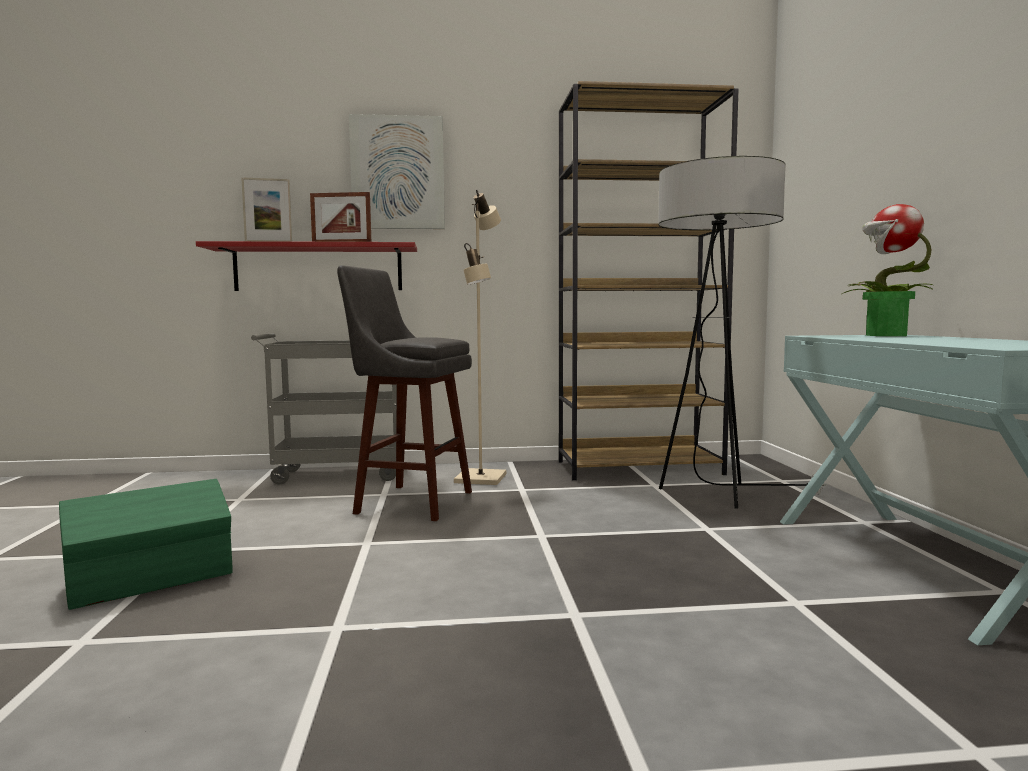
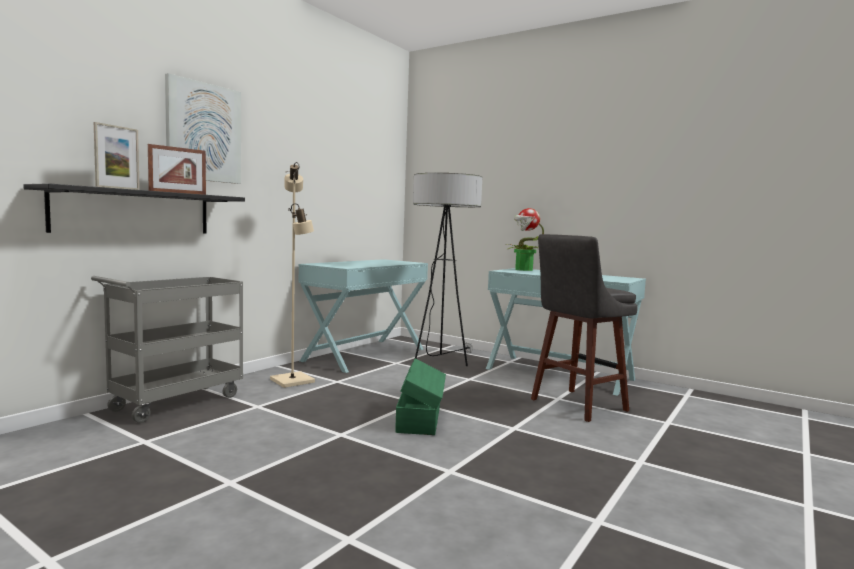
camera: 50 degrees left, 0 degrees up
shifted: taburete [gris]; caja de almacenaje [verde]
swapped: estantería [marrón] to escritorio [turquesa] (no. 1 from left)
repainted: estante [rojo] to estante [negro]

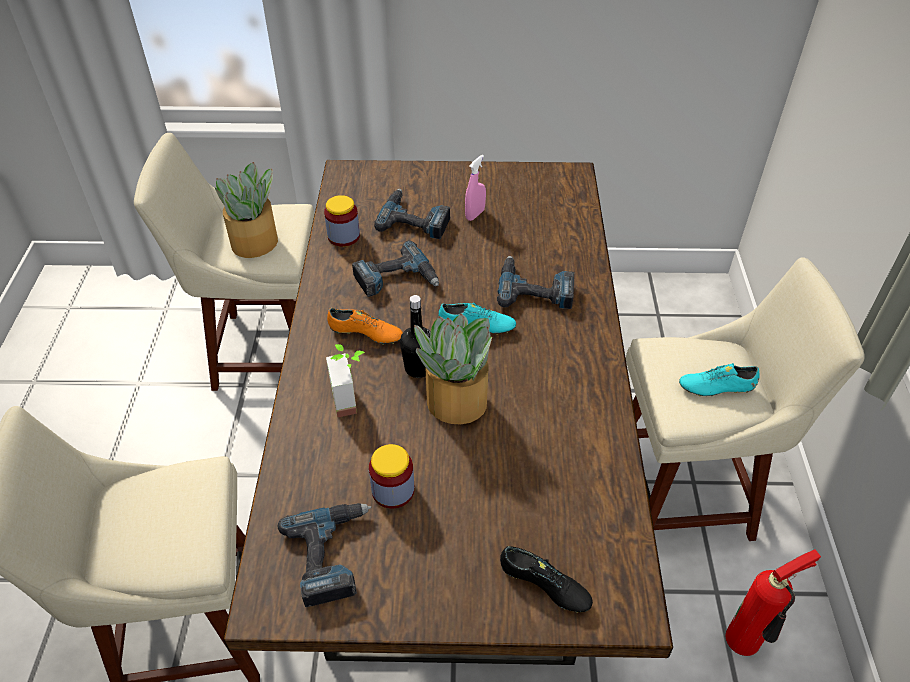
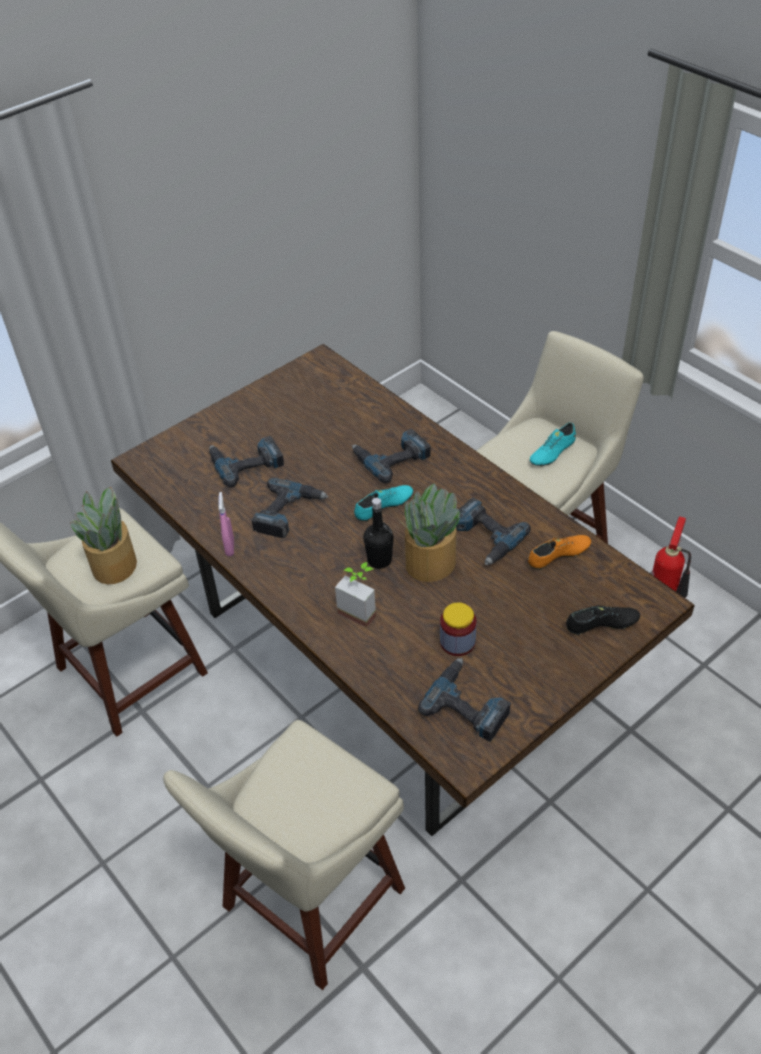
camera: 40 degrees left, 0 degrees up
gone: tarro (no. 1 from left)
new: taladro (no. 5 from left)
shifted: pulverizador [rosa]; zapato [naranja]

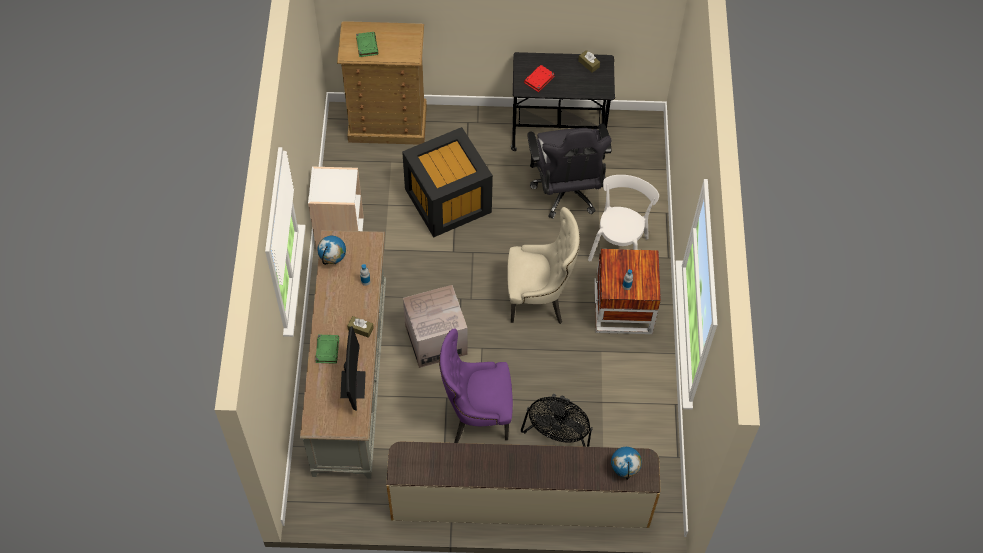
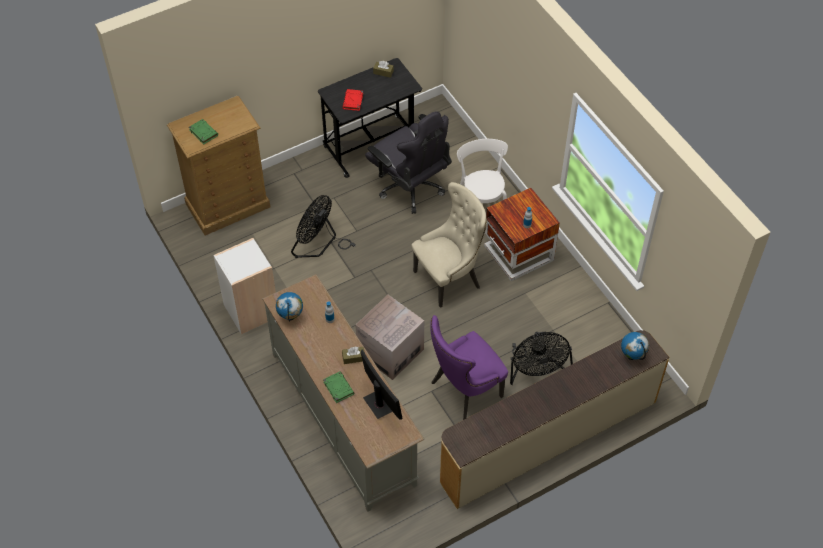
camera: 30 degrees left, 5 degrees down
swapped: caja de almacenaje [negro] to ventilador [negro] (no. 1 from left)

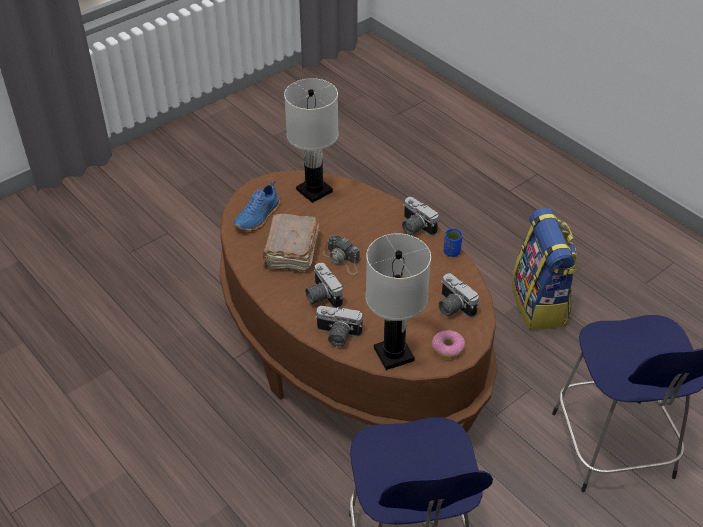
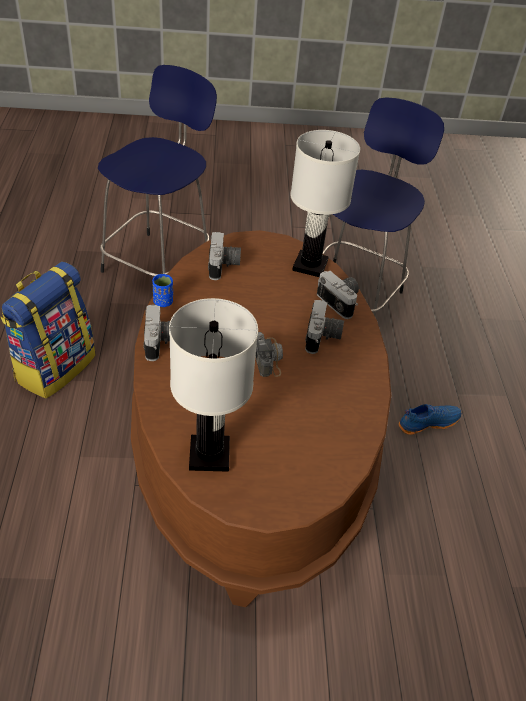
camera: 145 degrees left, 0 degrees up
gone: libro [marrón]; rosquilla
shifted: zapato [azul]

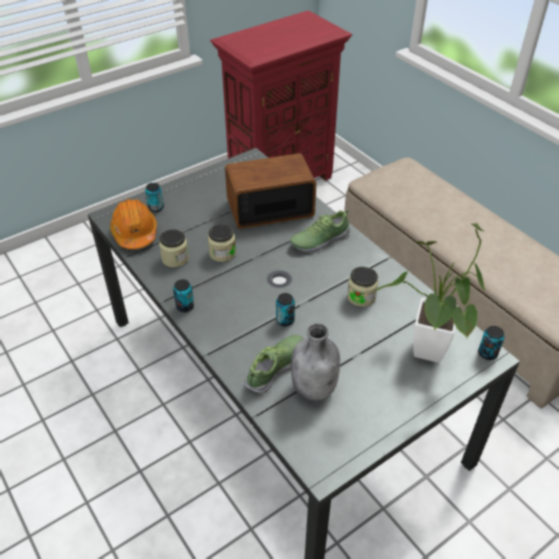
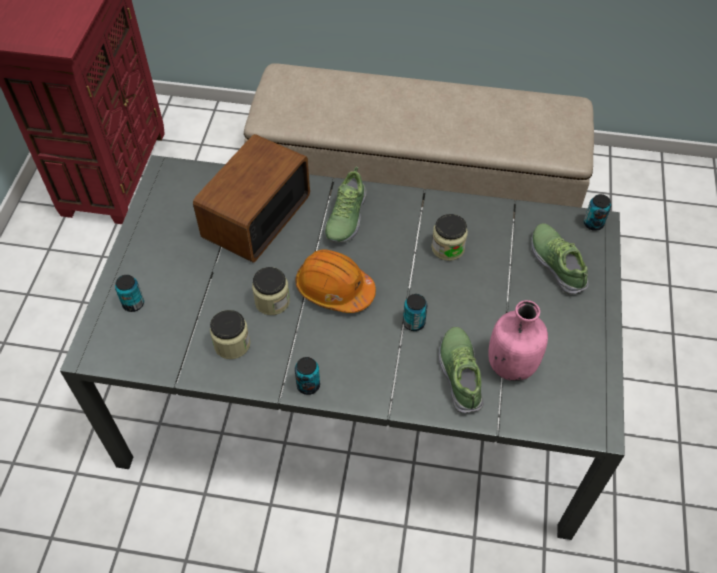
camera: 45 degrees left, 10 degrees up
shifted: casco [naranja]
swapped: planta en maceta to zapato (no. 3 from left)
repainted: botella [gris] to botella [rosa]

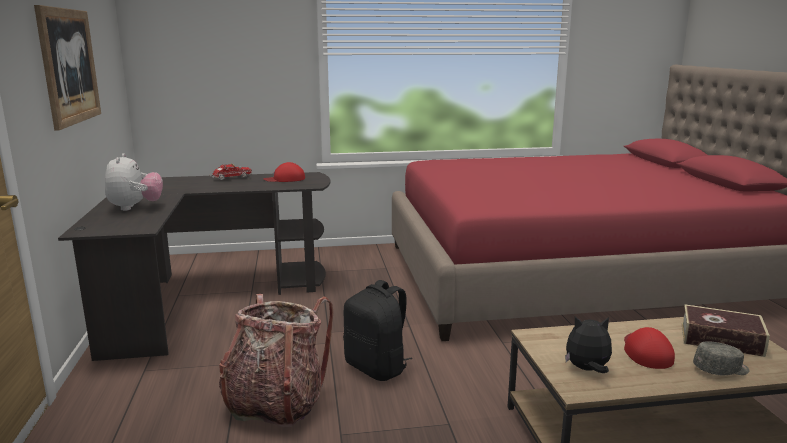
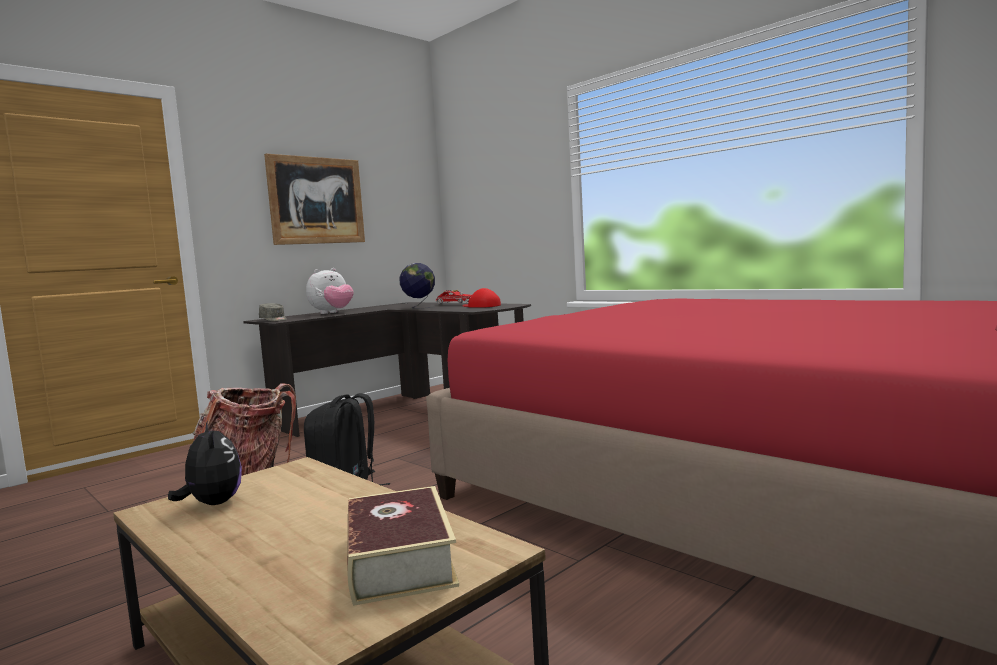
camera: 55 degrees right, 10 degrees down
gone: gorra [rojo] (no. 2 from left)
new: globo terráqueo
shifted: gorra [gris]

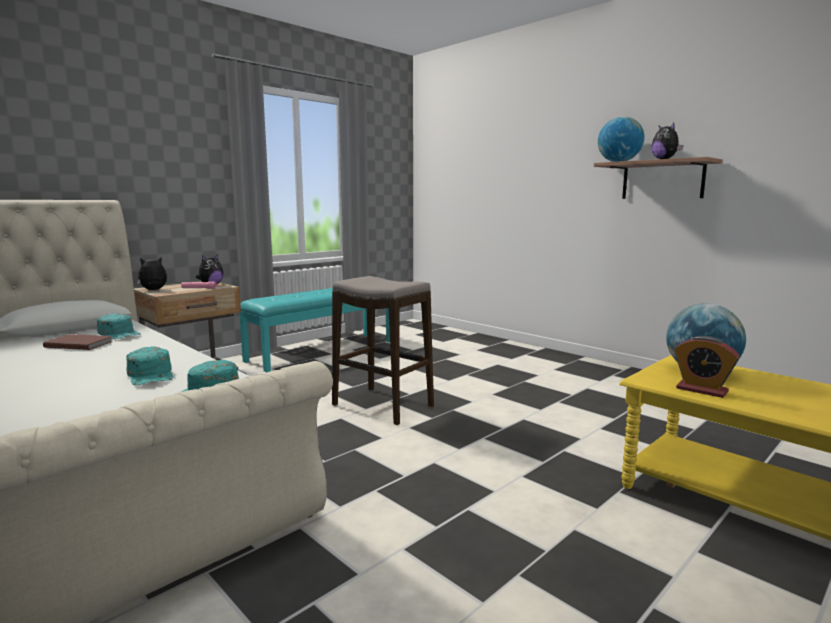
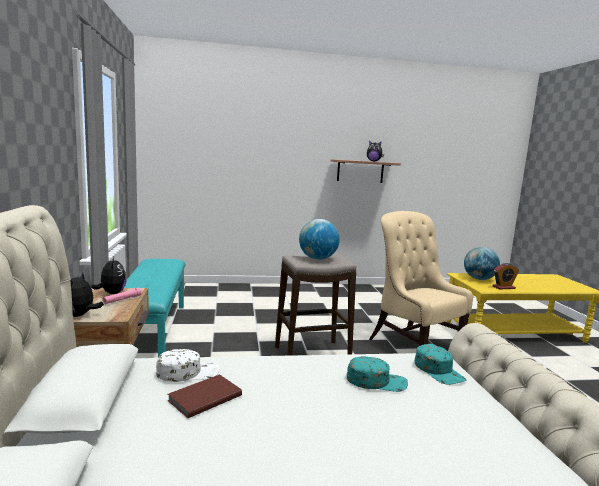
camera: 55 degrees left, 0 degrees up
new: silla [beis]
shifted: globo terráqueo (no. 1 from left)
repainted: gorra [turquesa] (no. 1 from left) to gorra [blanco]

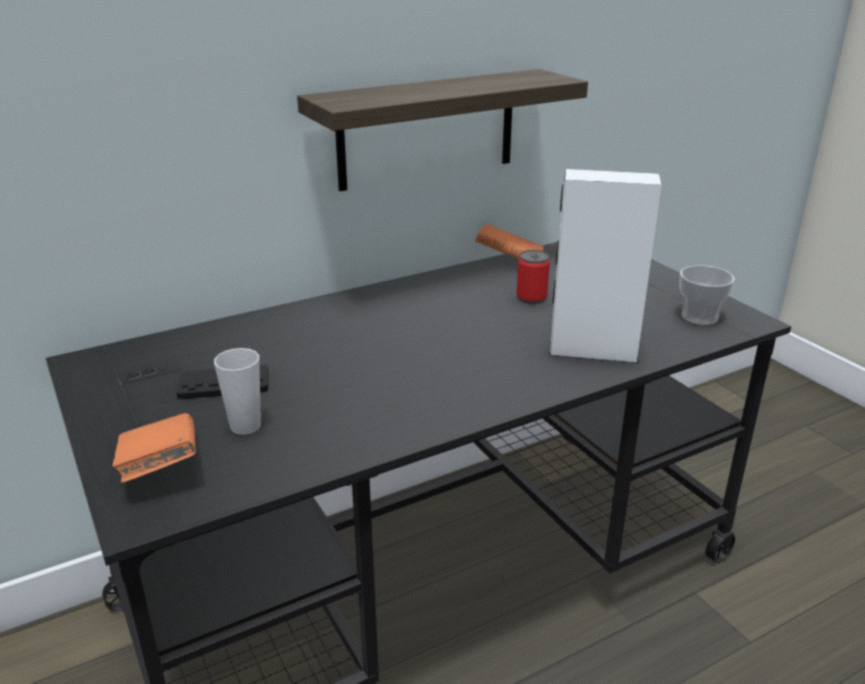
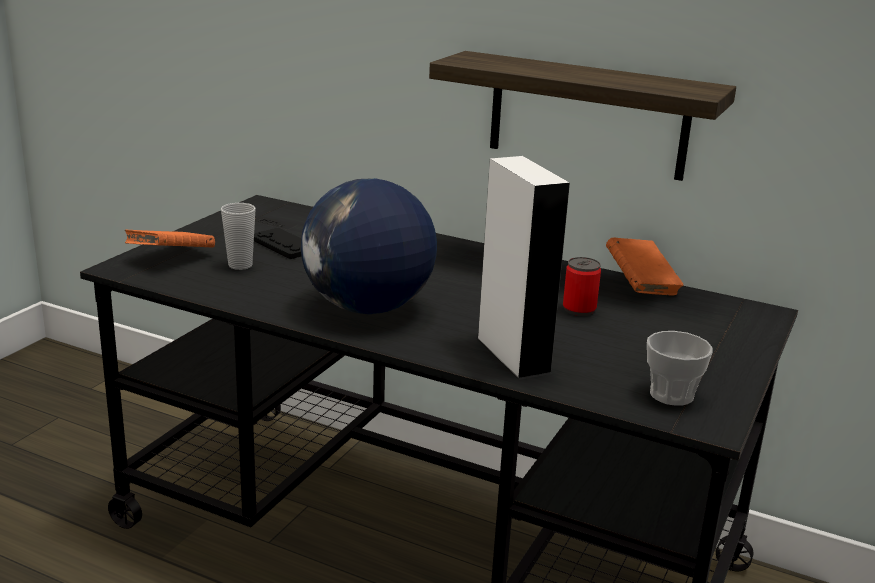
camera: 55 degrees right, 5 degrees down
new: globo terráqueo

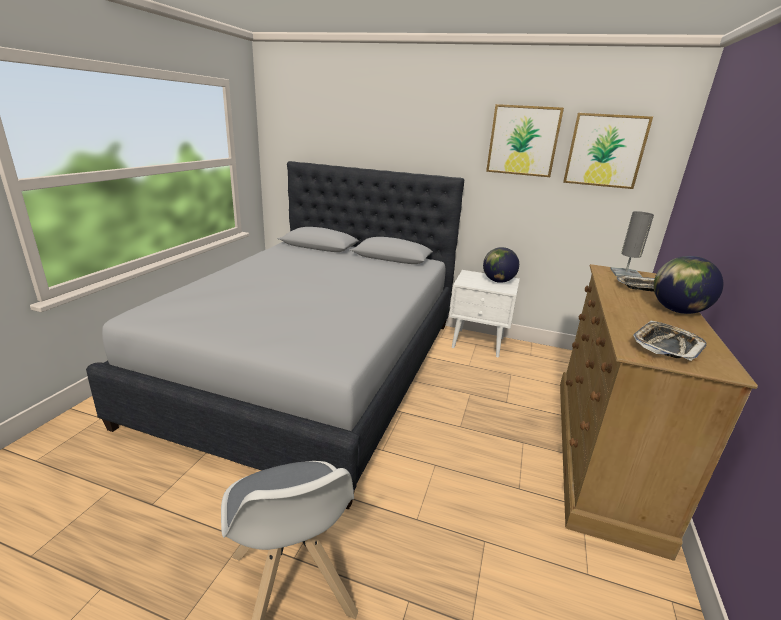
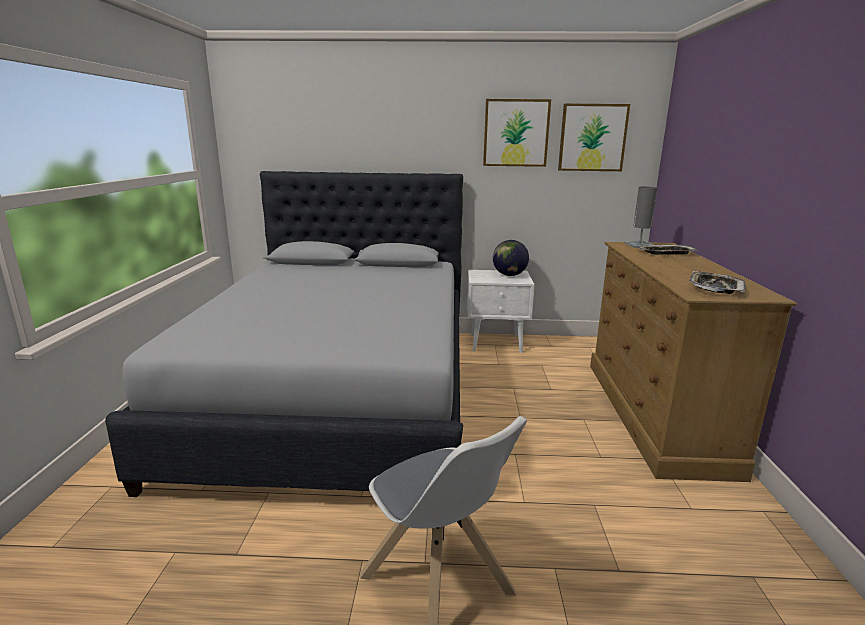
camera: 15 degrees left, 5 degrees down
gone: globo terráqueo (no. 2 from left)

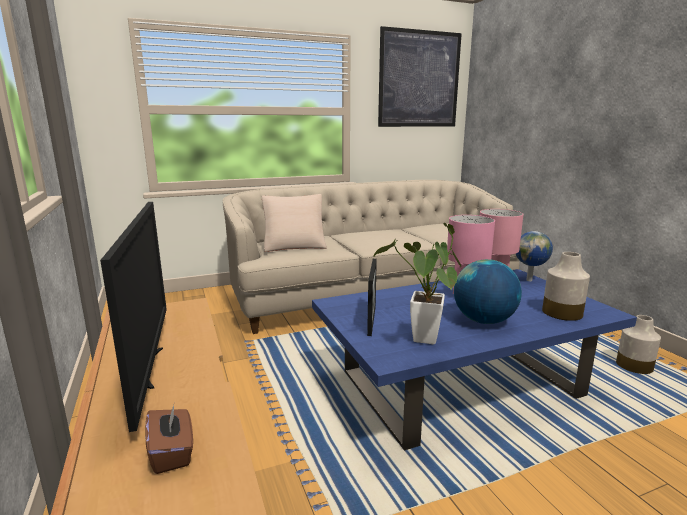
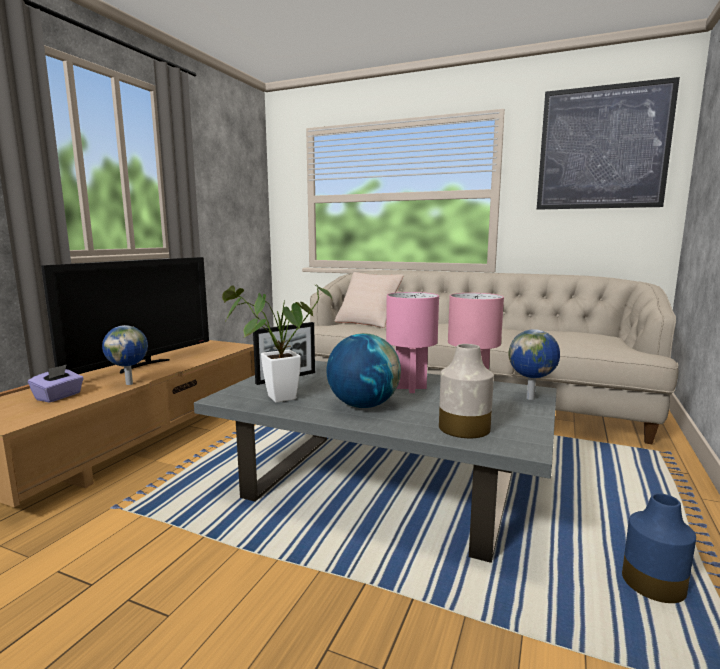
camera: 45 degrees right, 5 degrees down
new: globo terráqueo (no. 1 from left)
repainted: mesa de centro [azul] to mesa de centro [gris]; florero [beis] (no. 2 from left) to florero [azul]; caja de pañuelos [marrón] to caja de pañuelos [morado]

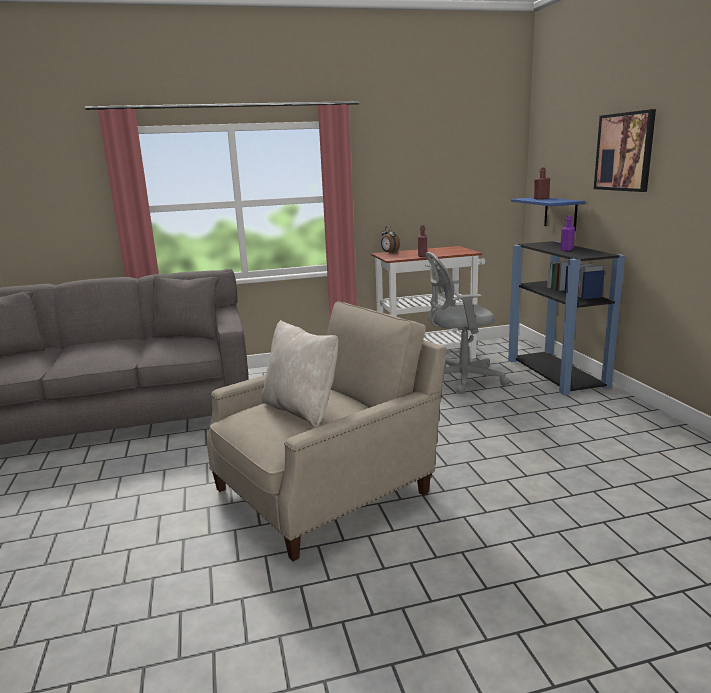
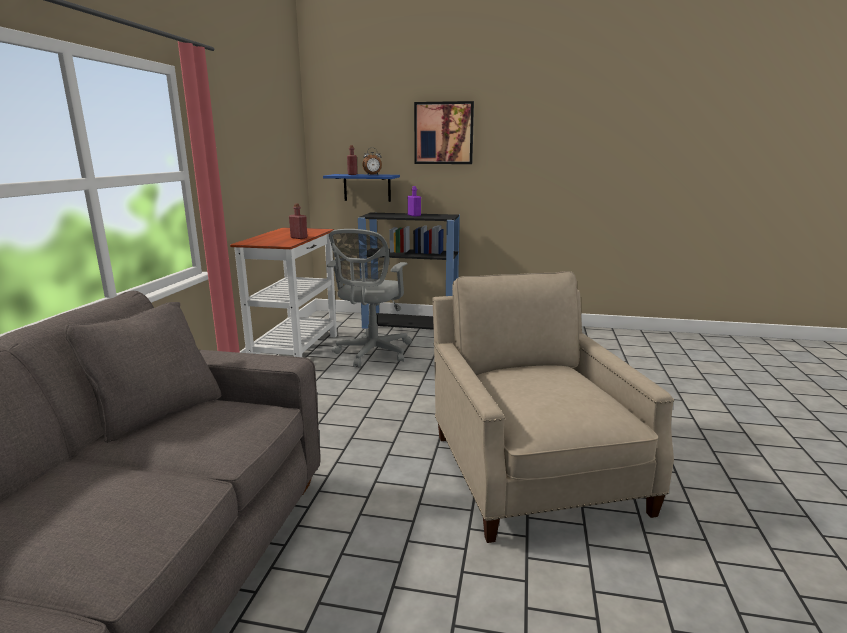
camera: 65 degrees left, 0 degrees up
gone: cojín [beis]
shifted: despertador

